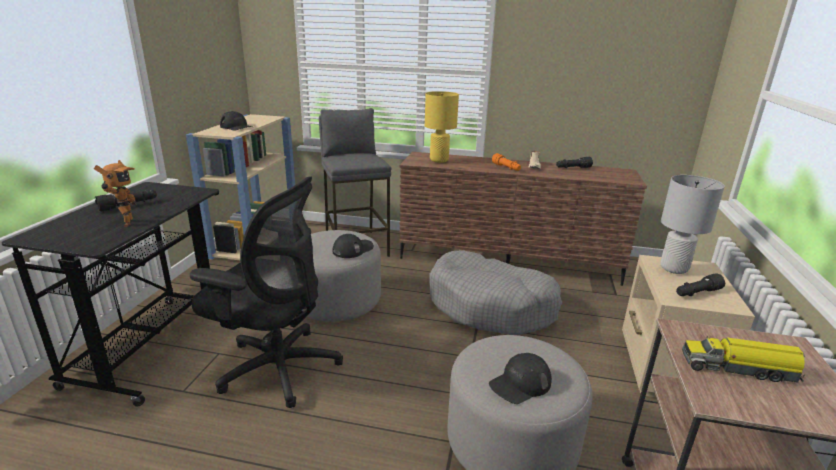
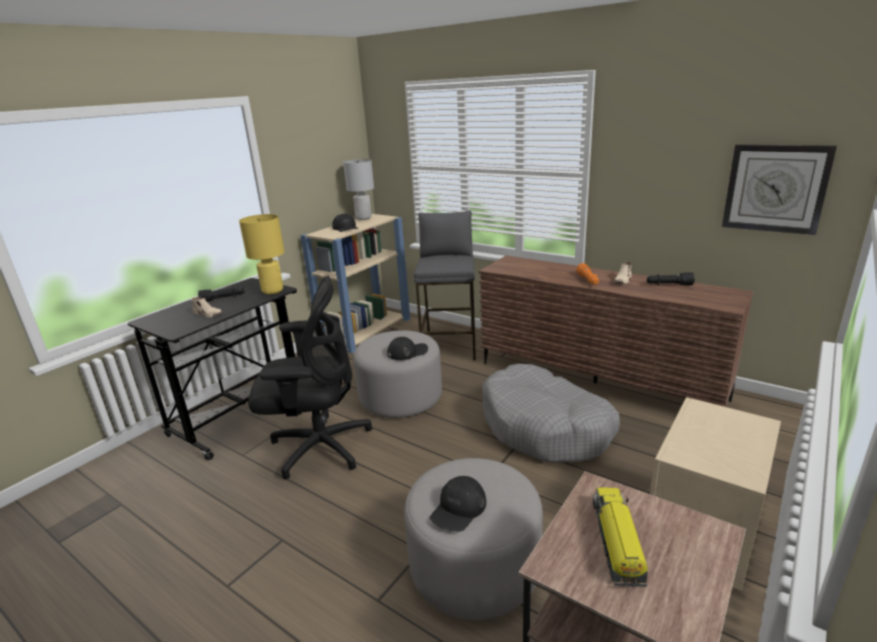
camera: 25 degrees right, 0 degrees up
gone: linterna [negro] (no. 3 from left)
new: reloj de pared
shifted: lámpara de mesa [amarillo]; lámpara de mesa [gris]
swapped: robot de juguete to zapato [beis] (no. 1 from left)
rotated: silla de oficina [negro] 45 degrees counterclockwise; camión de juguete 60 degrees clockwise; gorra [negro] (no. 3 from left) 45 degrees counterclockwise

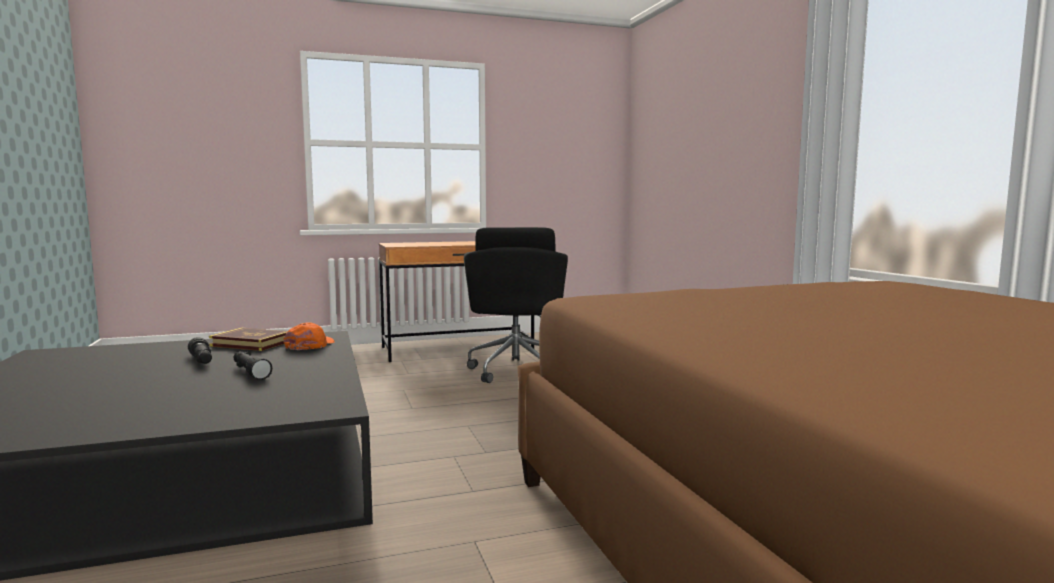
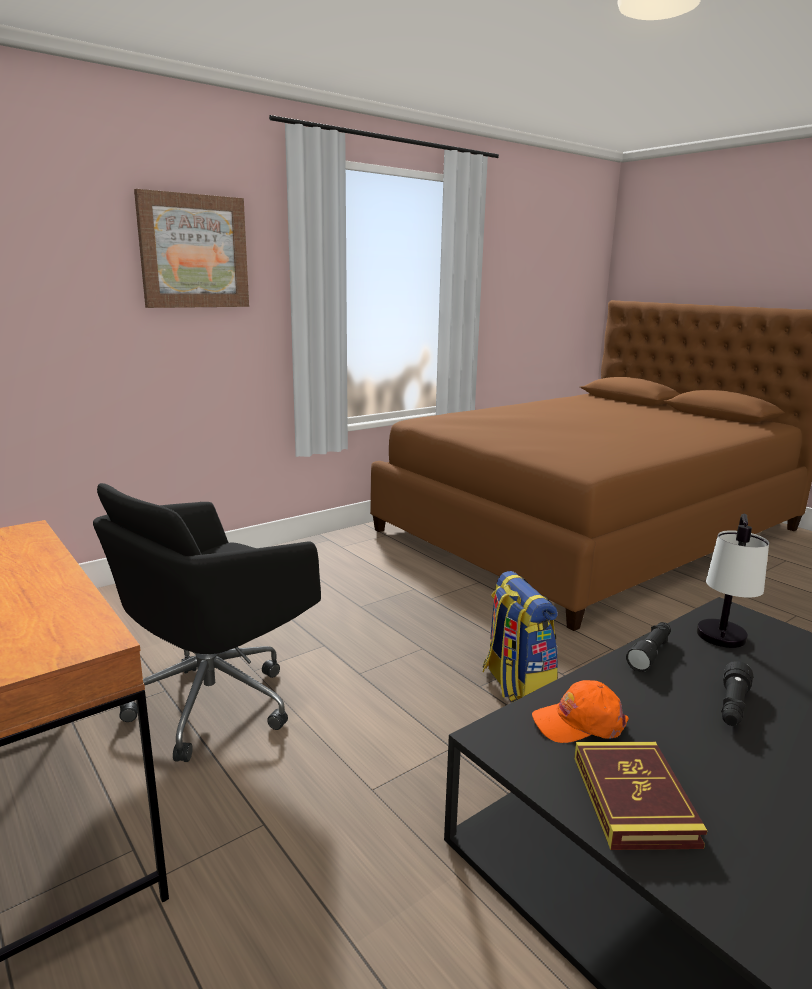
camera: 110 degrees left, 10 degrees up
new: cuadro; lámpara de mesa; mochila
shifted: linterna [negro] (no. 1 from left)
rotated: silla de oficina [negro] 150 degrees clockwise

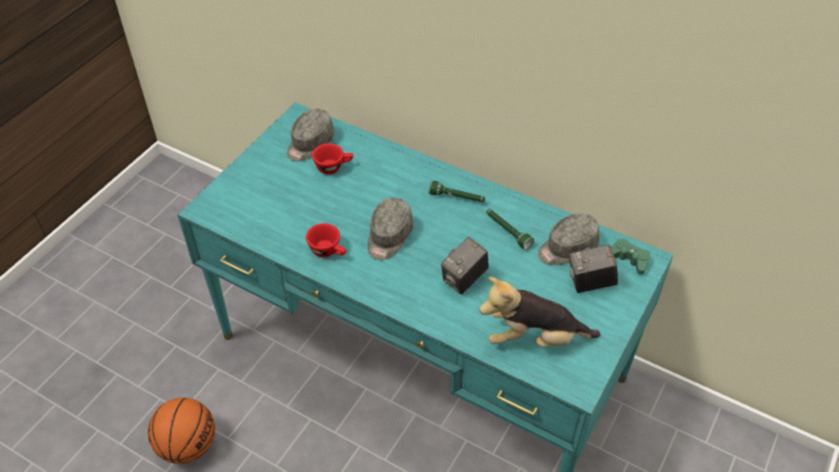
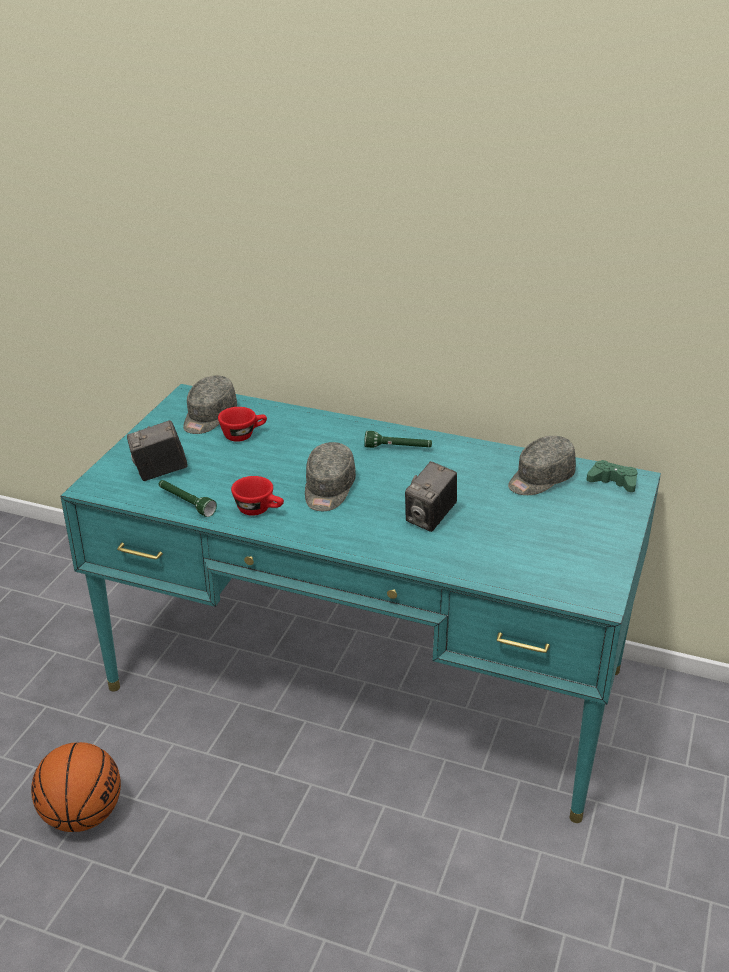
camera: 10 degrees left, 15 degrees down
gone: peluche
shifted: linterna [verde] (no. 2 from left in the first image) to linterna [verde] (no. 1 from left); cámara (no. 2 from left in the first image) to cámara (no. 1 from left)

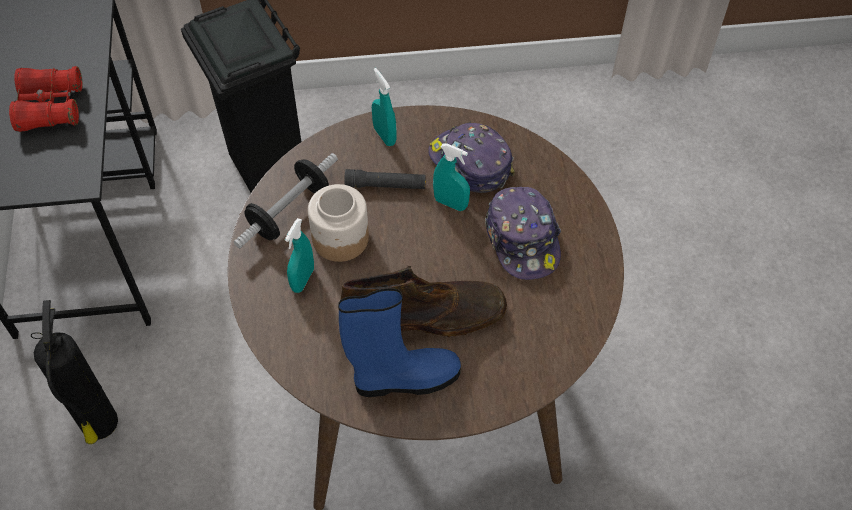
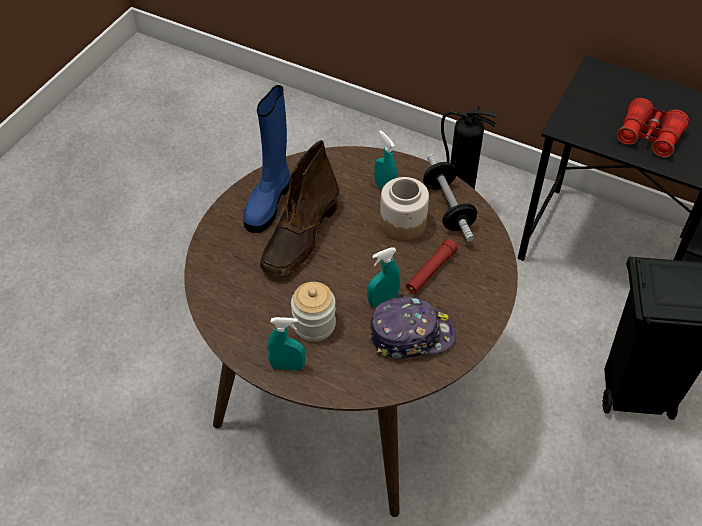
camera: 125 degrees right, 5 degrees down
shifted: pulverizador [turquesa] (no. 2 from left in the first image) to pulverizador [turquesa] (no. 1 from left)
swapped: gorra (no. 2 from left) to tarro (no. 1 from left)
repainted: linterna [negro] to linterna [rojo]

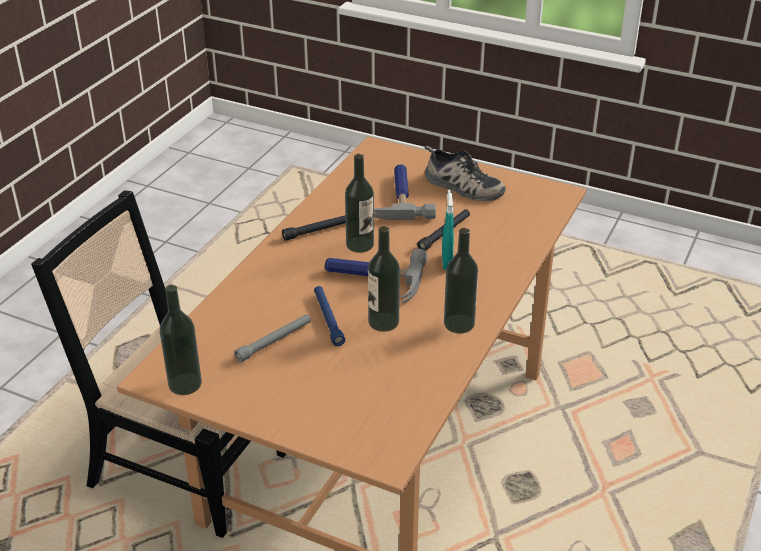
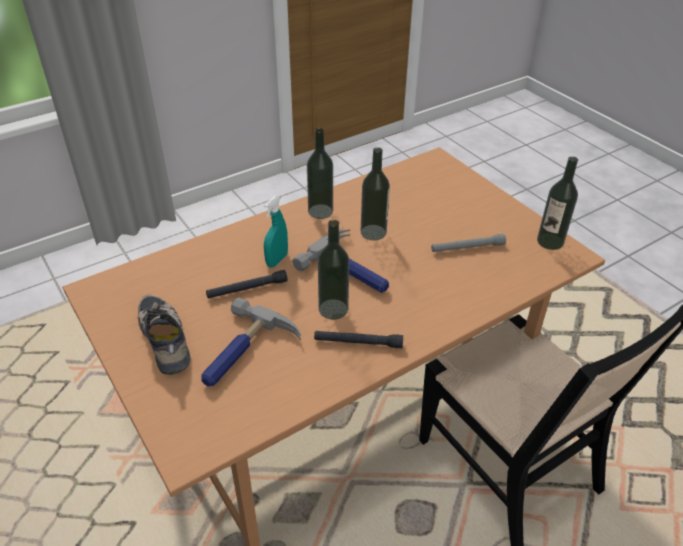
camera: 150 degrees left, 5 degrees up
gone: linterna [azul]

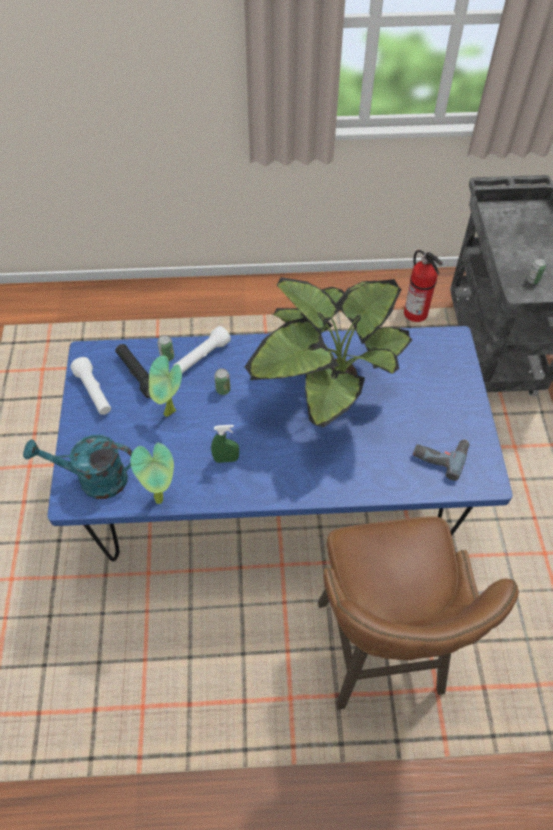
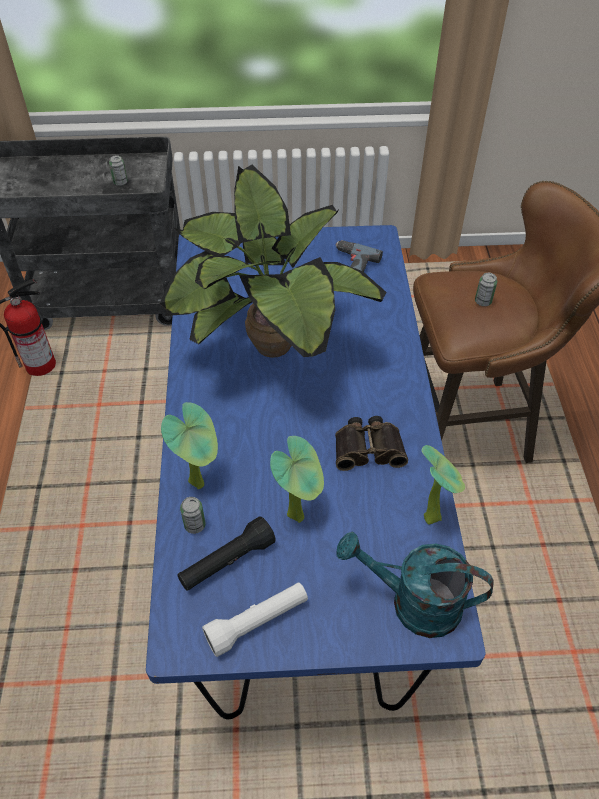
camera: 90 degrees left, 5 degrees down
shifted: lata (no. 2 from left in the first image) to lata (no. 3 from left)
swapped: linterna [blanco] (no. 2 from left) to planta en maceta (no. 1 from left); pulverizador [verde] to prismáticos
rotated: regadera [turquesa] 105 degrees clockwise

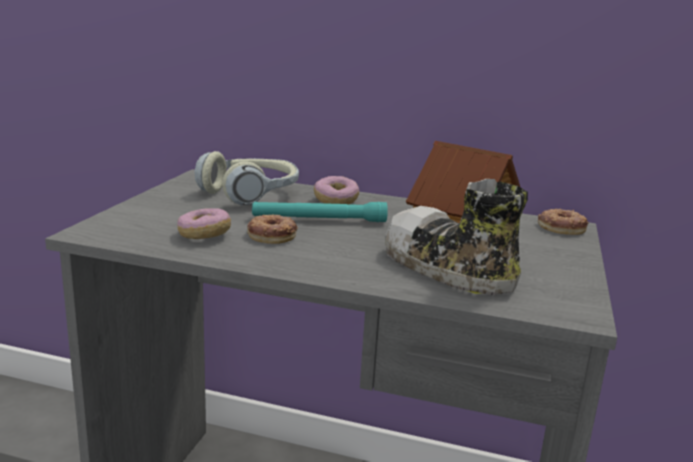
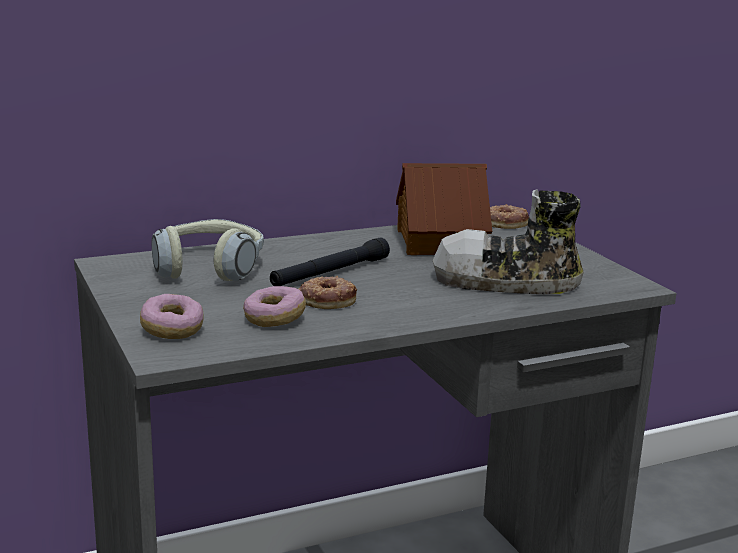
camera: 40 degrees left, 0 degrees up
shifted: rosquilla (no. 3 from left in the first image) to rosquilla (no. 1 from left)
repainted: linterna [turquesa] to linterna [negro]

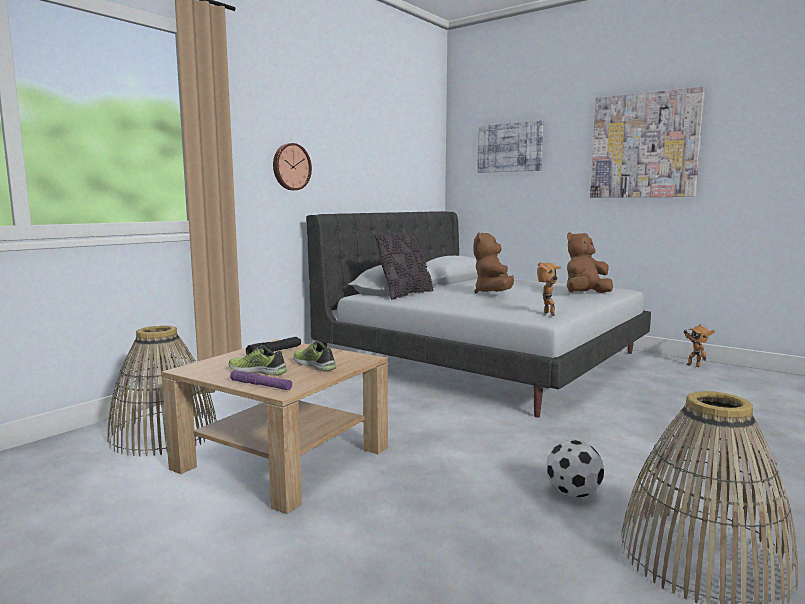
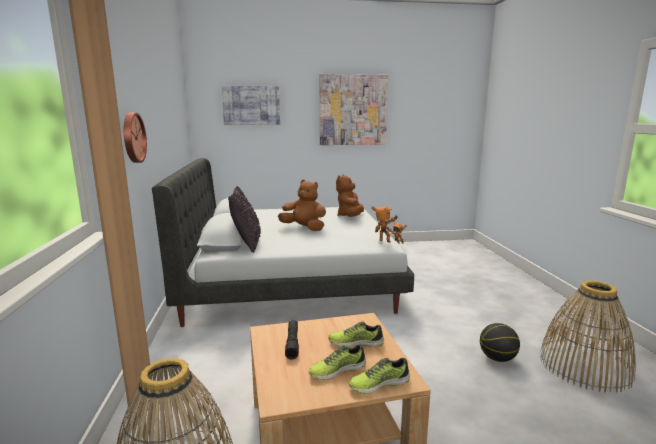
camera: 45 degrees left, 5 degrees up
swapped: linterna [morado] to zapato (no. 3 from left); balón de fútbol to balón de baloncesto
rotated: peluche [marrón] (no. 1 from left) 150 degrees clockwise

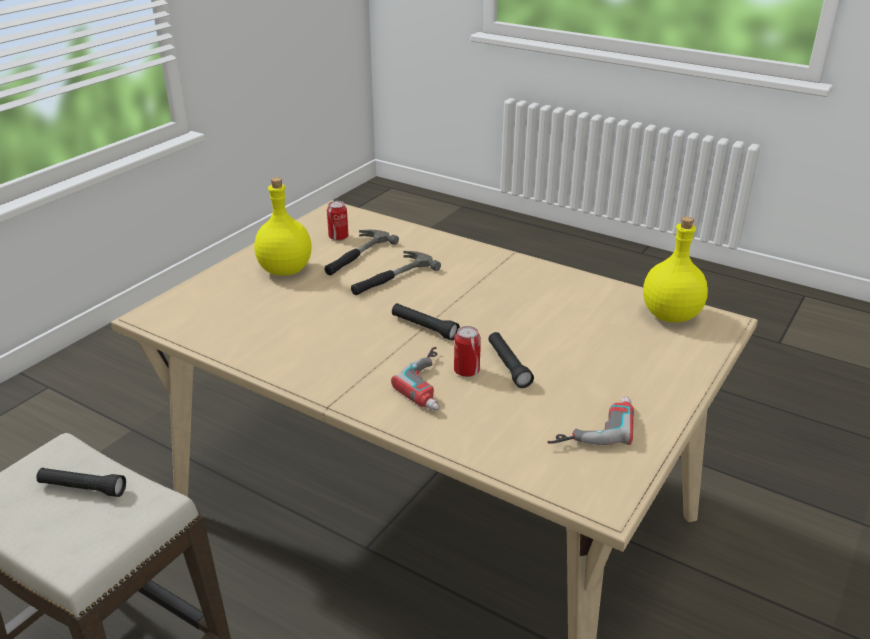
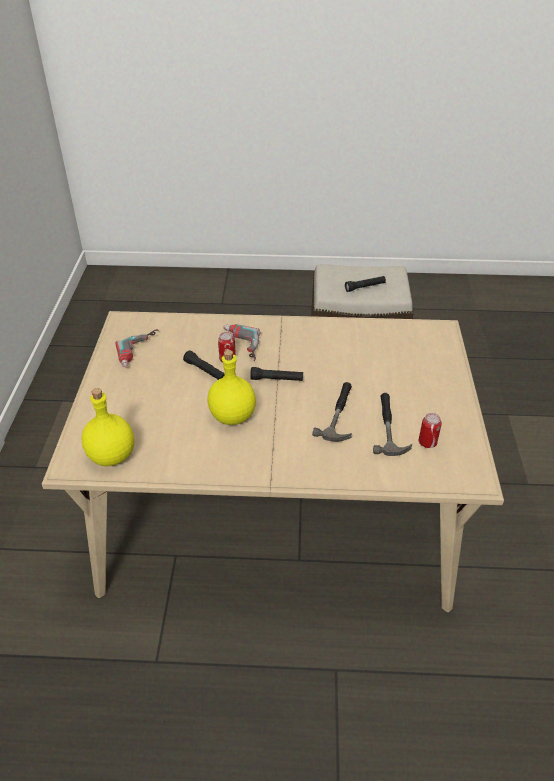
camera: 150 degrees right, 10 degrees up
shifted: botella [amarillo] (no. 1 from left in the first image) to botella [amarillo] (no. 2 from left)

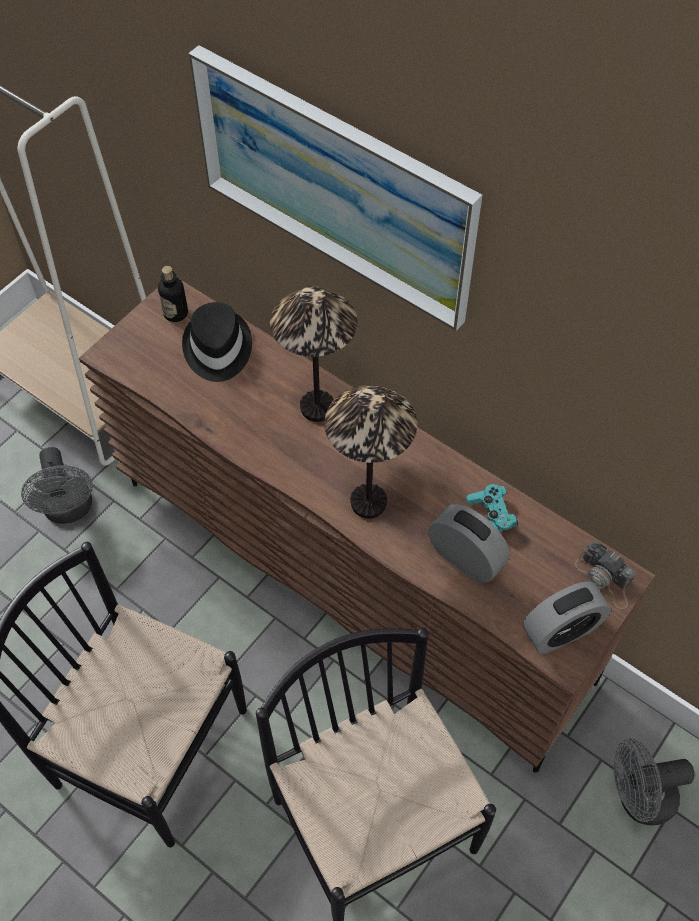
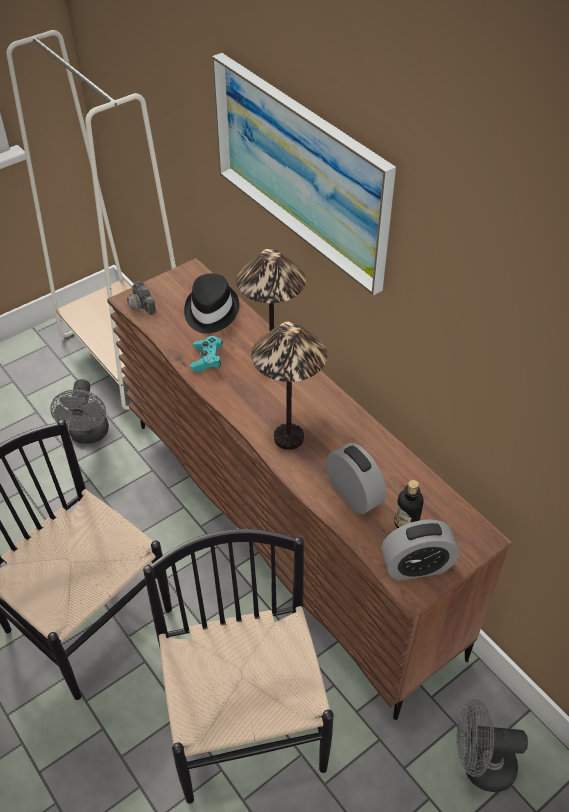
camera: 15 degrees right, 10 degrees down
shifted: botella; mando de consola [turquesa]; cámara

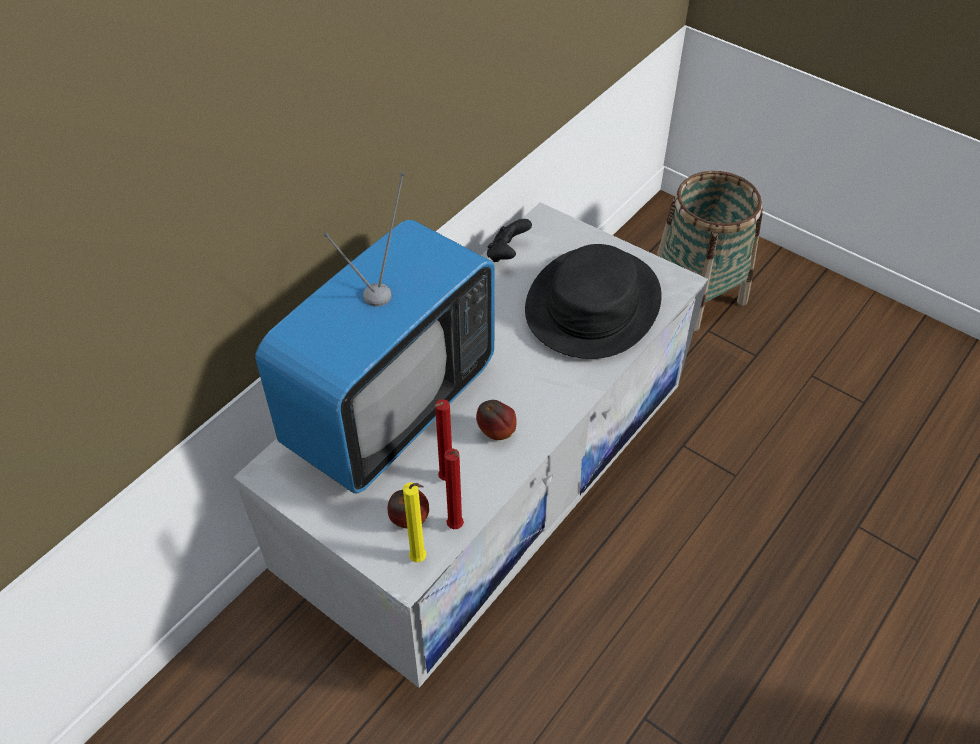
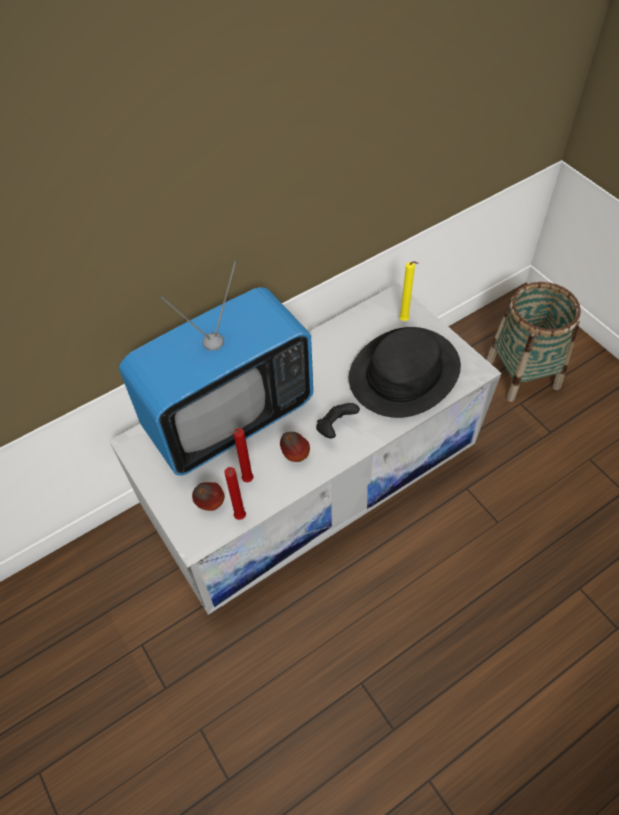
camera: 20 degrees right, 5 degrees up
shifted: mando de consola [negro]; vela [amarillo]

